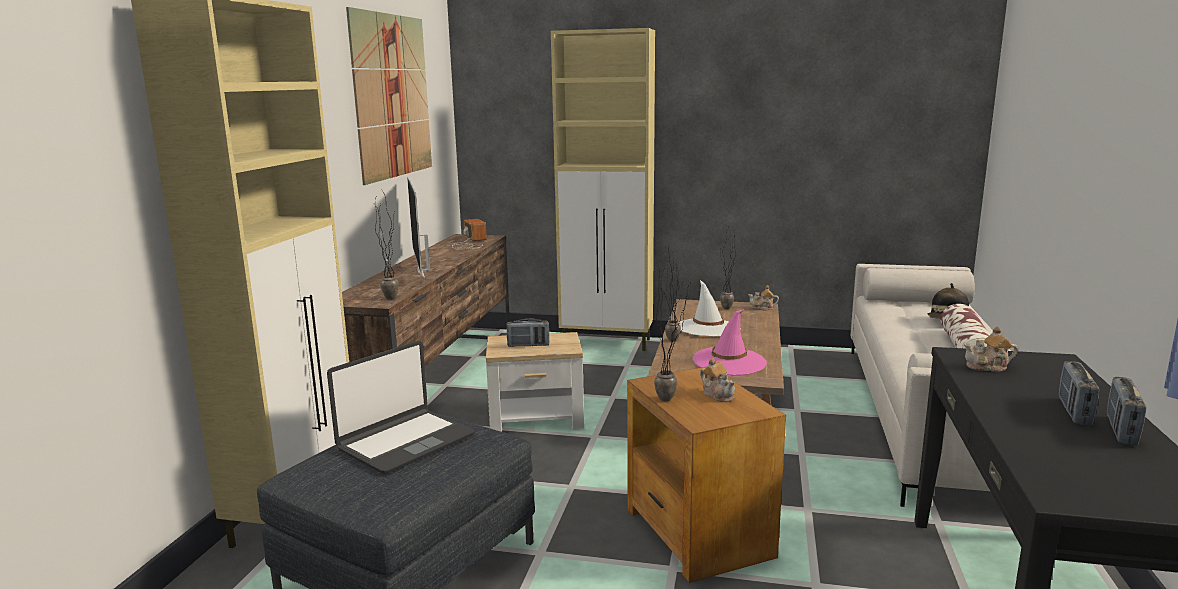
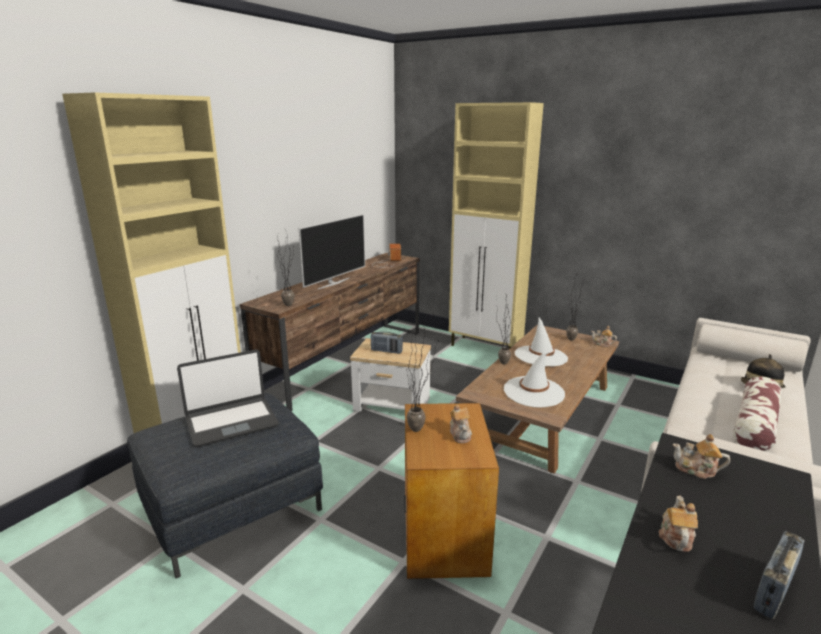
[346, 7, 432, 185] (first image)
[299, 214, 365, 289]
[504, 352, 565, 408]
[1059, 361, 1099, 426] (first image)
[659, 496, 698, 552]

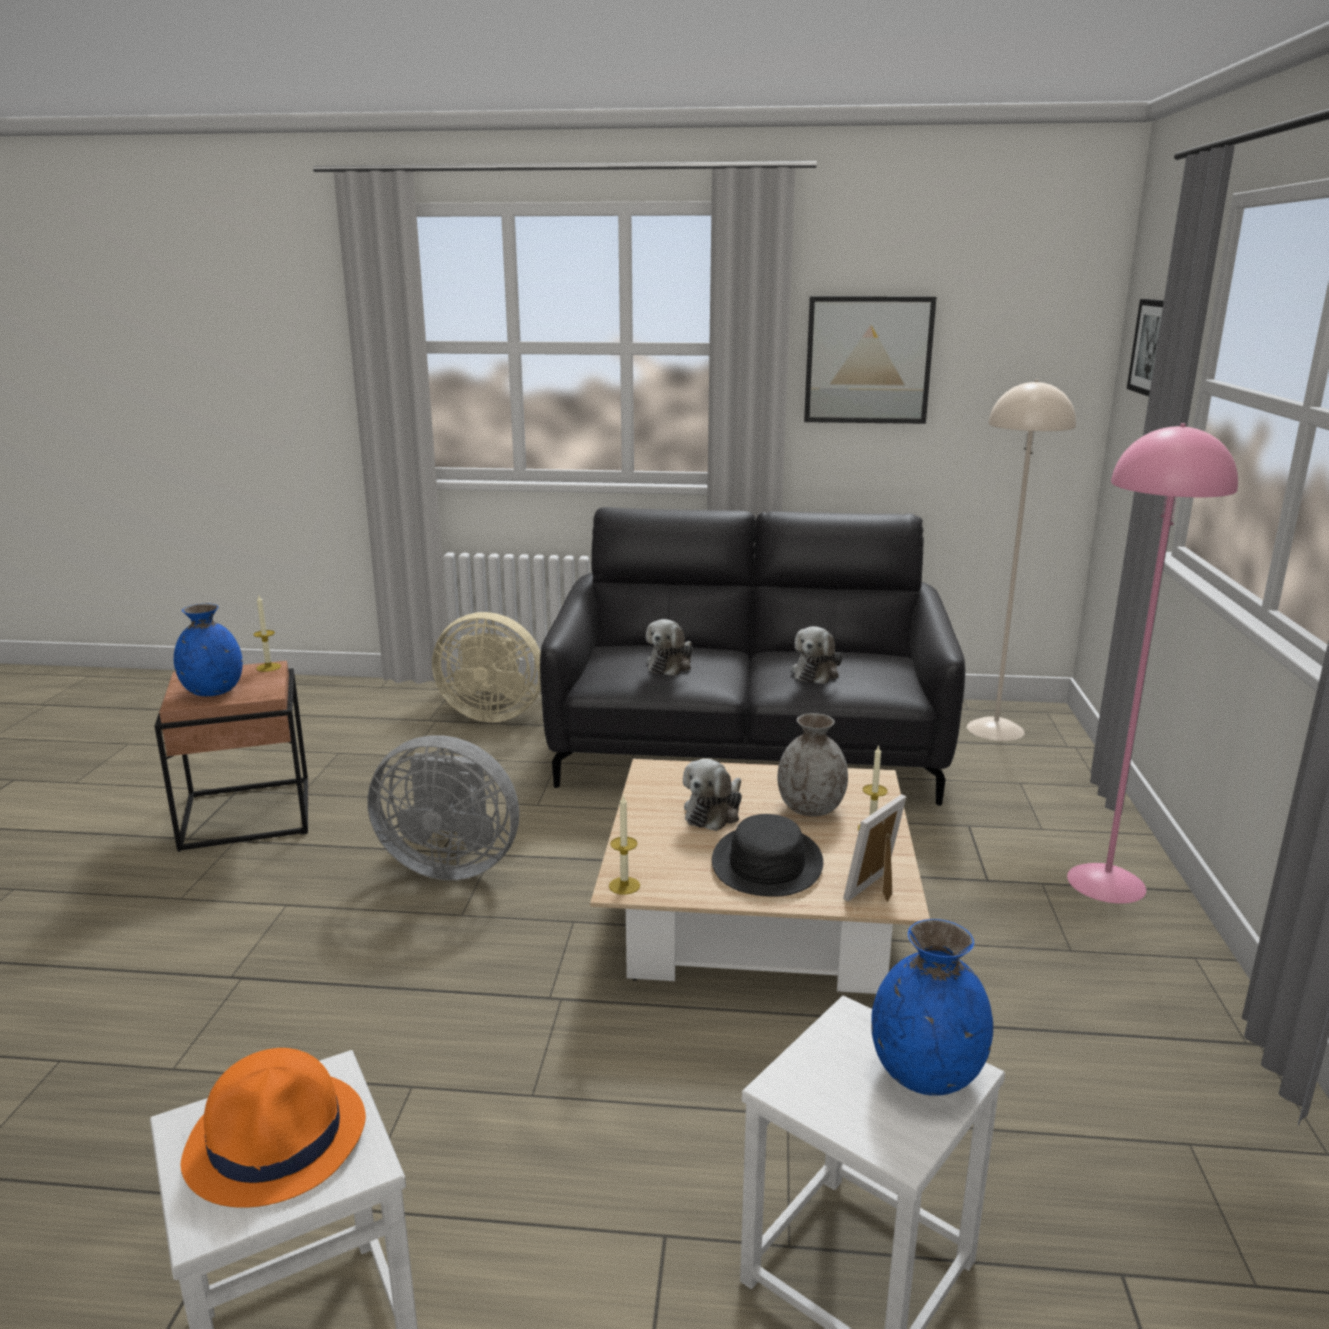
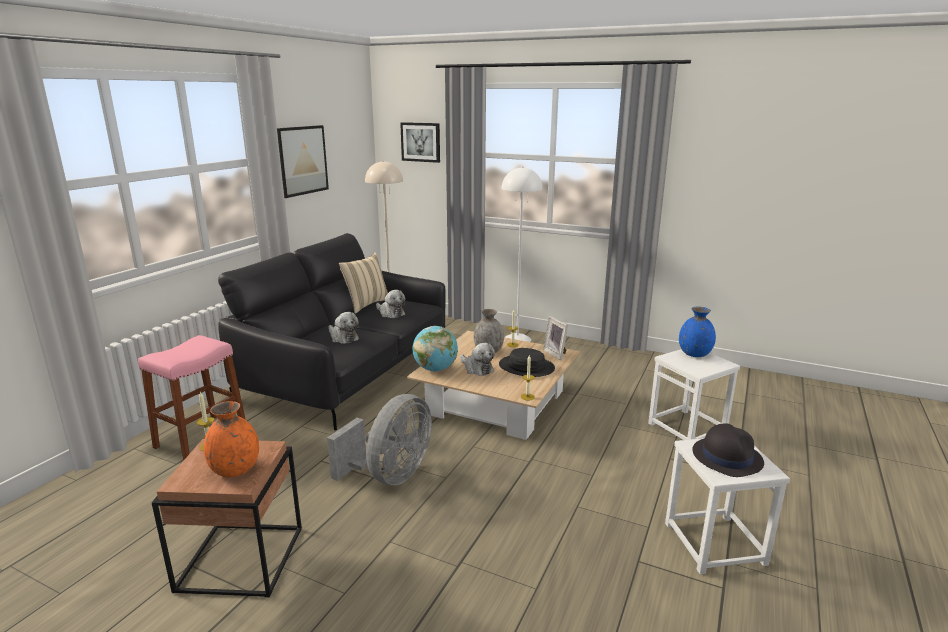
[204, 401, 259, 477]
[692, 423, 764, 477]
[138, 335, 246, 461]
[501, 166, 543, 342]
[339, 252, 388, 314]
[413, 326, 458, 372]

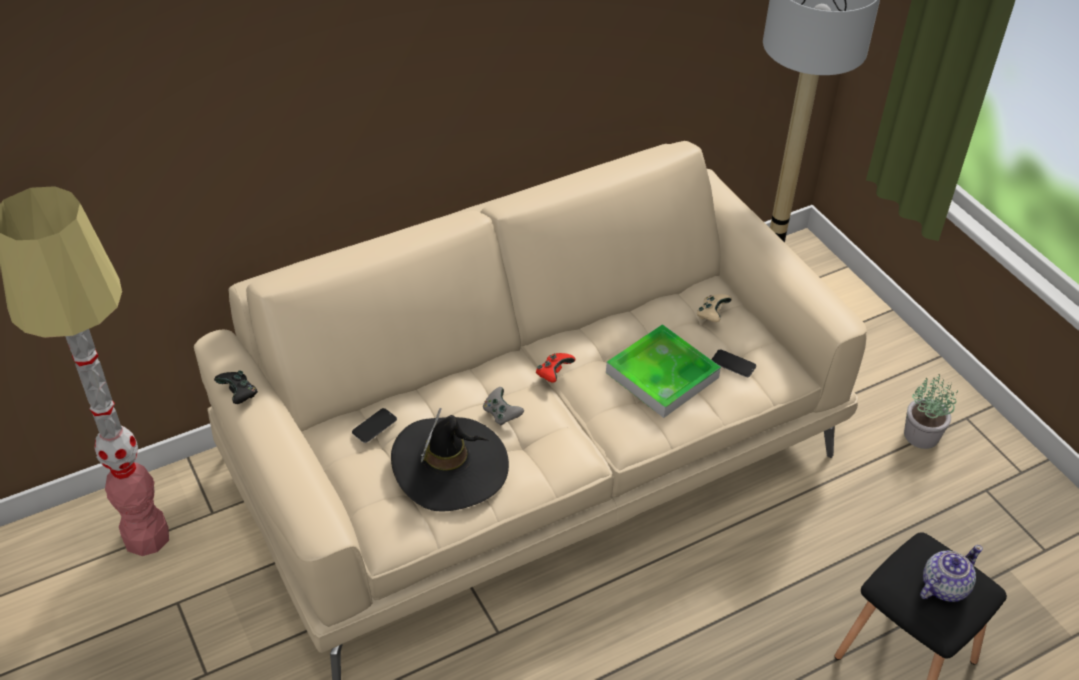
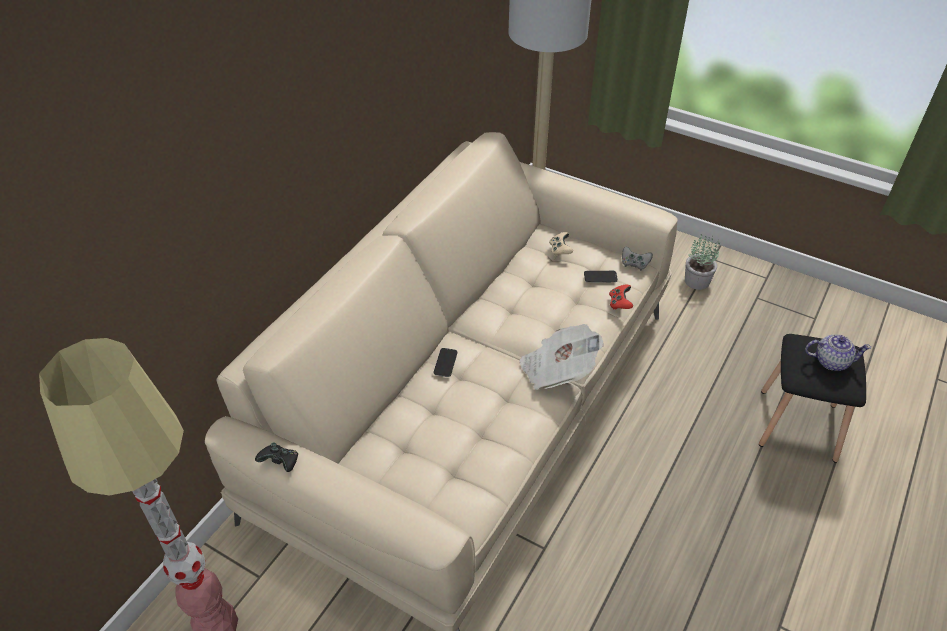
[433, 348, 458, 377]
[391, 408, 509, 512] (first image)
[622, 247, 653, 271]
[609, 285, 633, 310]
[606, 324, 721, 418] (first image)
[805, 334, 872, 371]
[519, 324, 604, 390]

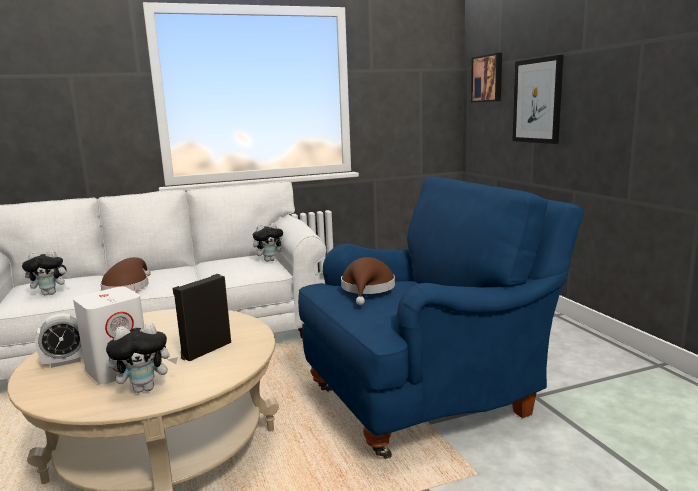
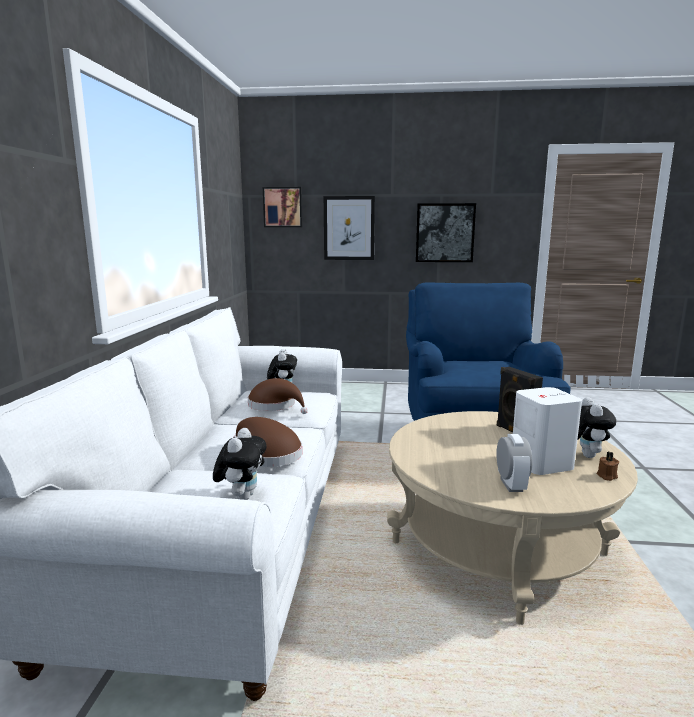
[248, 378, 308, 414]
[416, 203, 476, 262]
[596, 451, 619, 481]

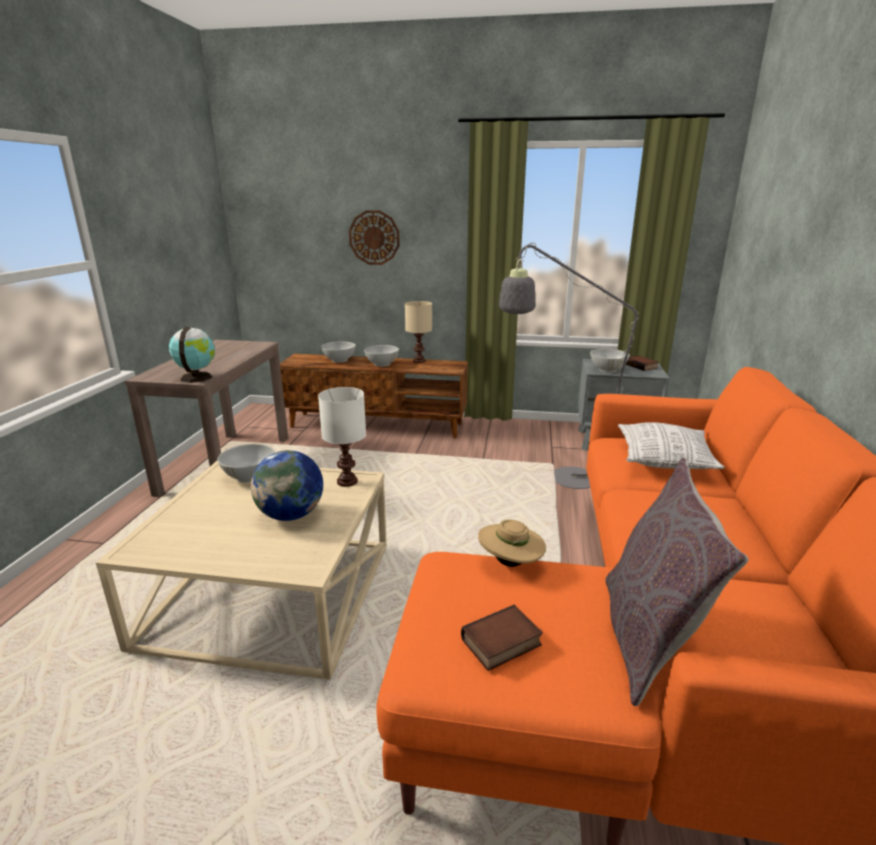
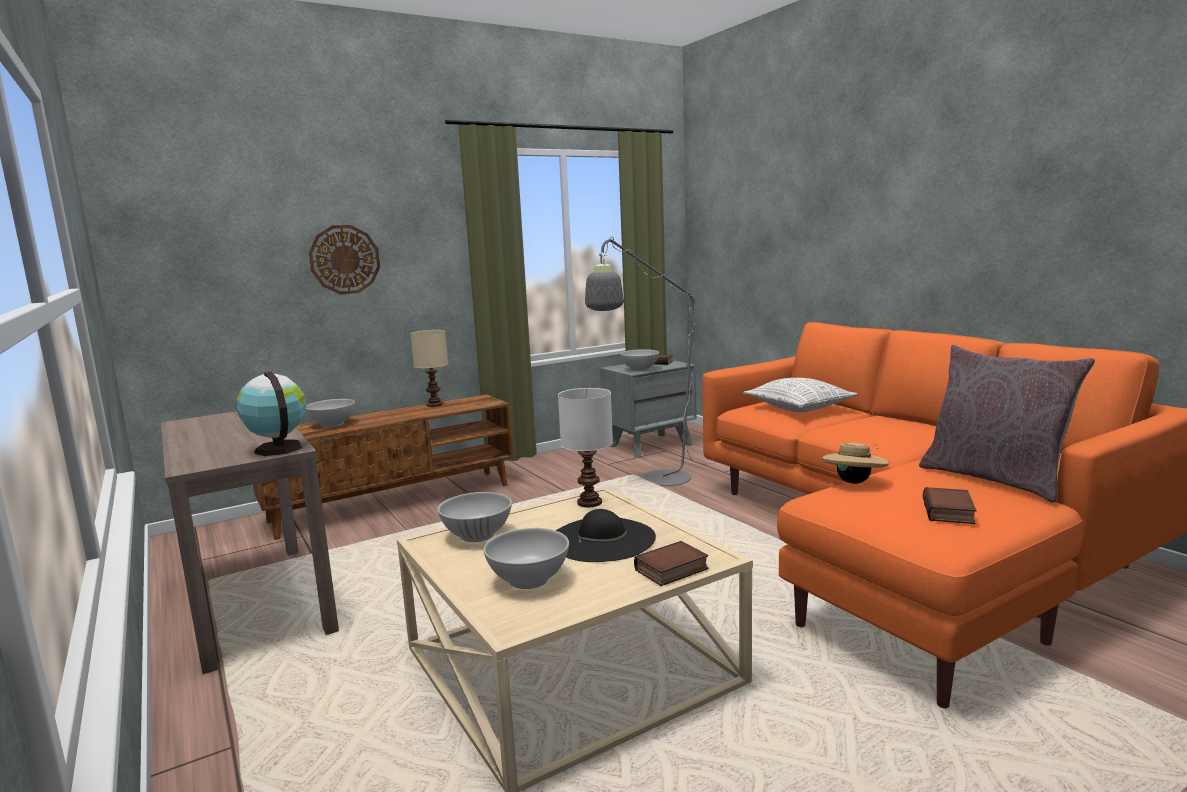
[556, 509, 656, 562]
[483, 528, 569, 589]
[634, 541, 709, 586]

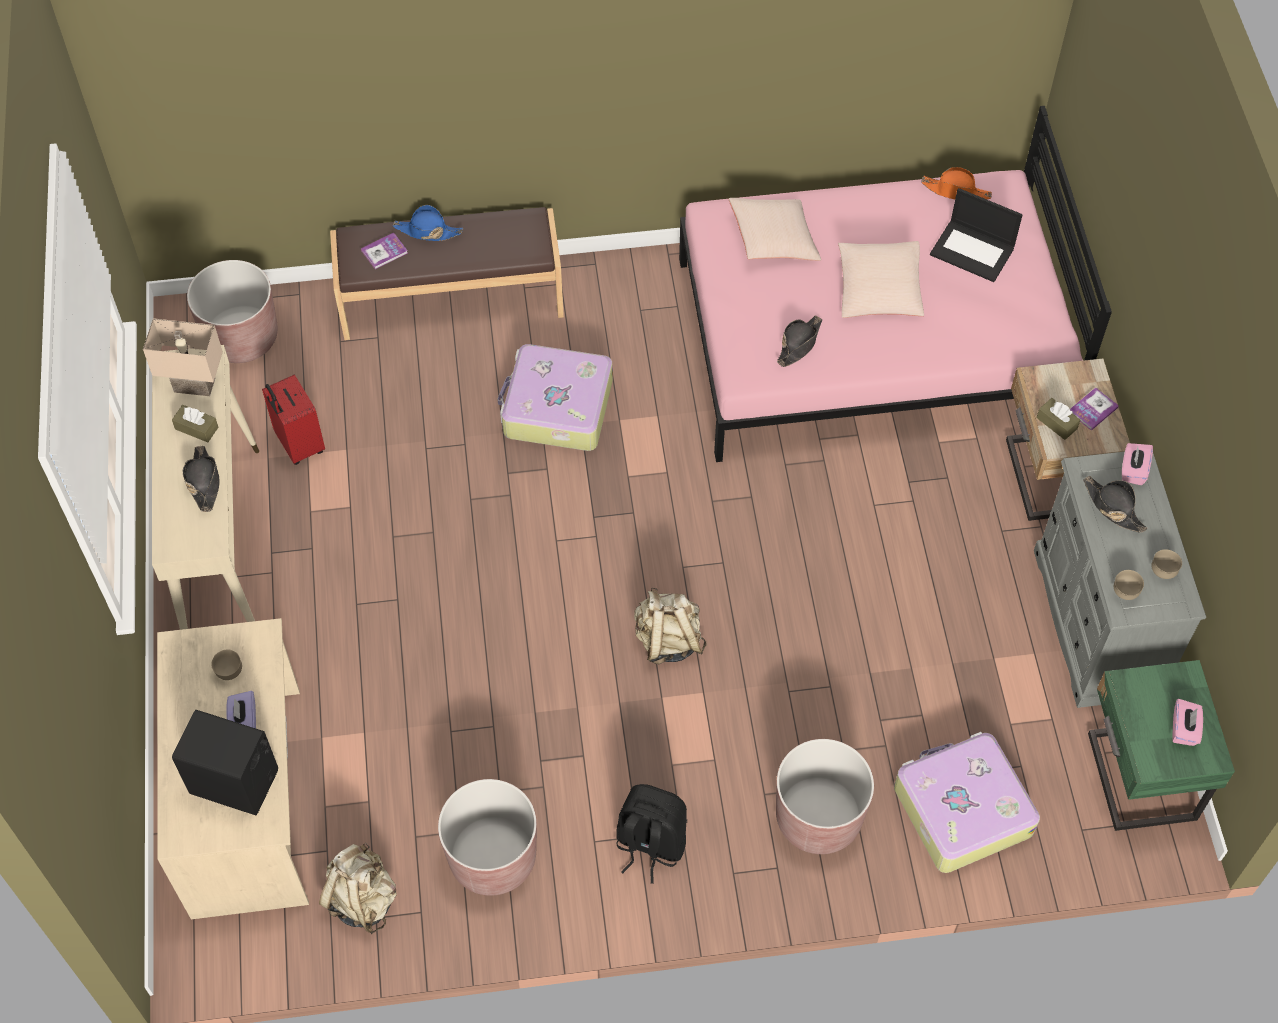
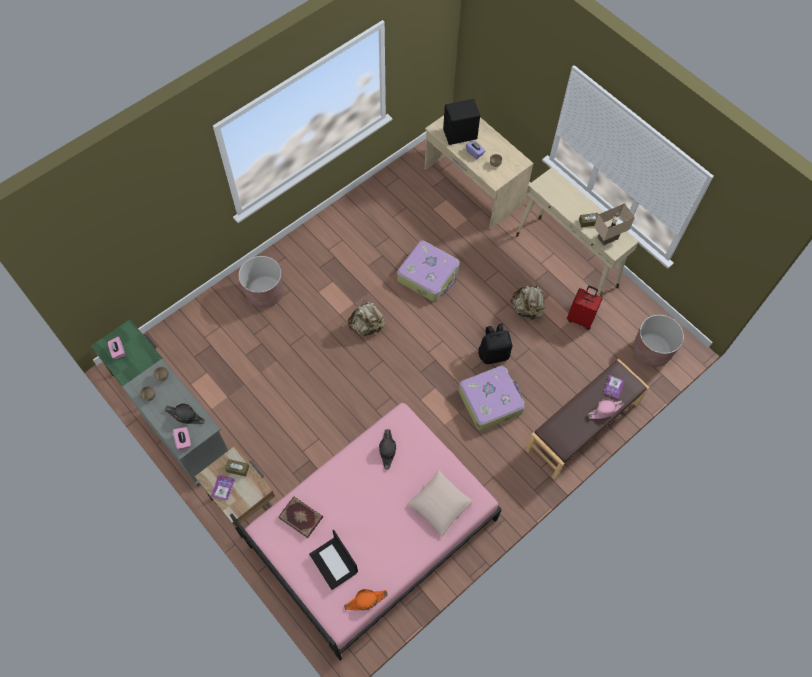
[183, 446, 220, 512] (first image)
[511, 283, 545, 320]
[588, 399, 624, 419]
[438, 779, 537, 896] (first image)
[478, 324, 512, 364]
[838, 241, 924, 318] (first image)
[397, 240, 459, 301]
[309, 530, 358, 590]
[278, 496, 323, 538]

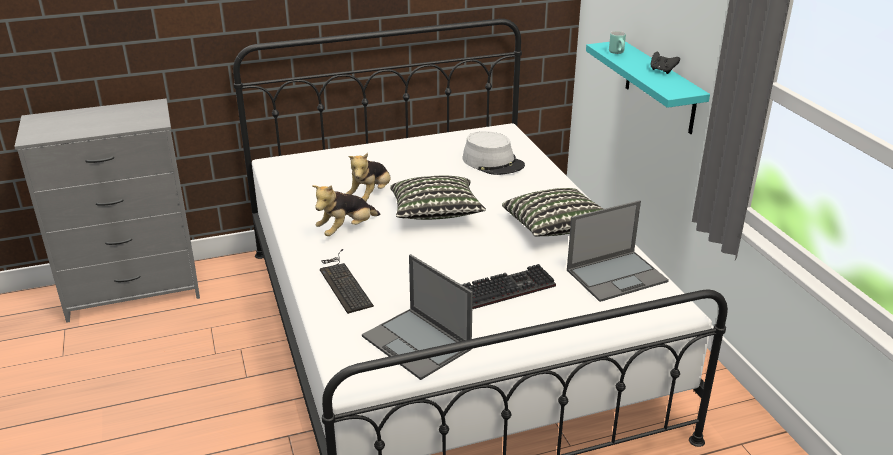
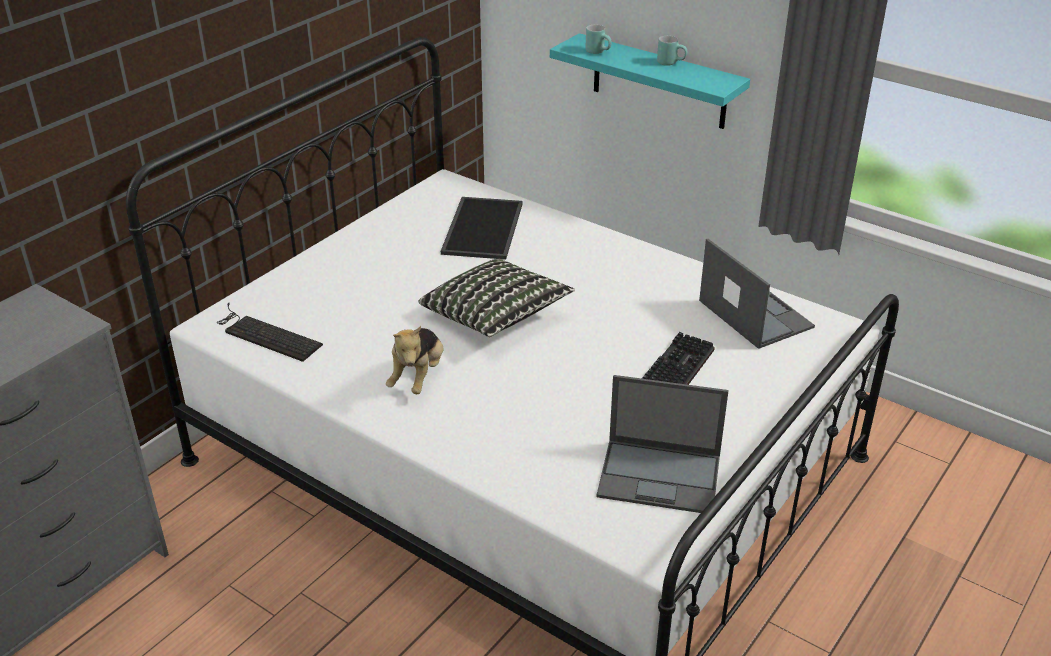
[217, 302, 323, 362]
[346, 153, 391, 202] (first image)
[441, 197, 523, 260]
[502, 188, 603, 236] (first image)
[699, 239, 815, 349]
[657, 36, 687, 66]

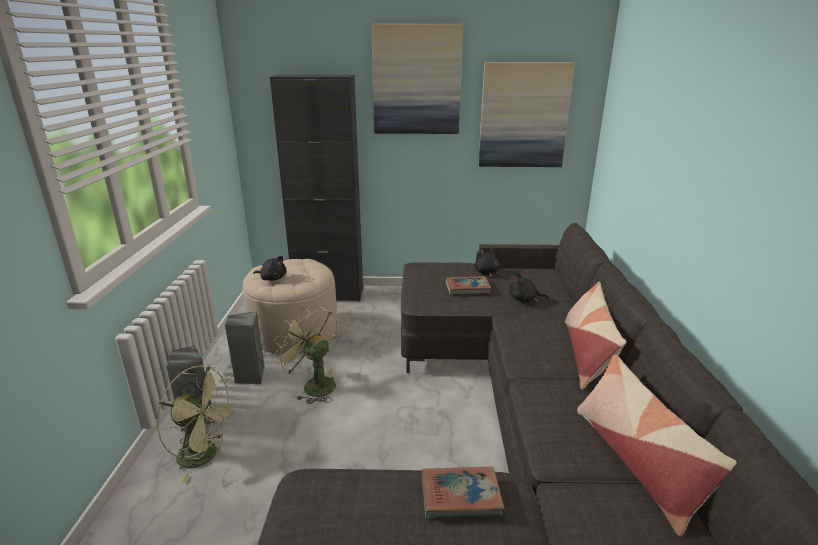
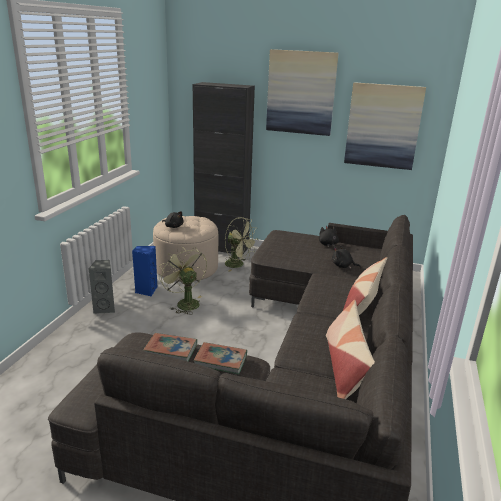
[225, 217, 257, 272]
[132, 246, 158, 297]
[143, 333, 197, 362]

